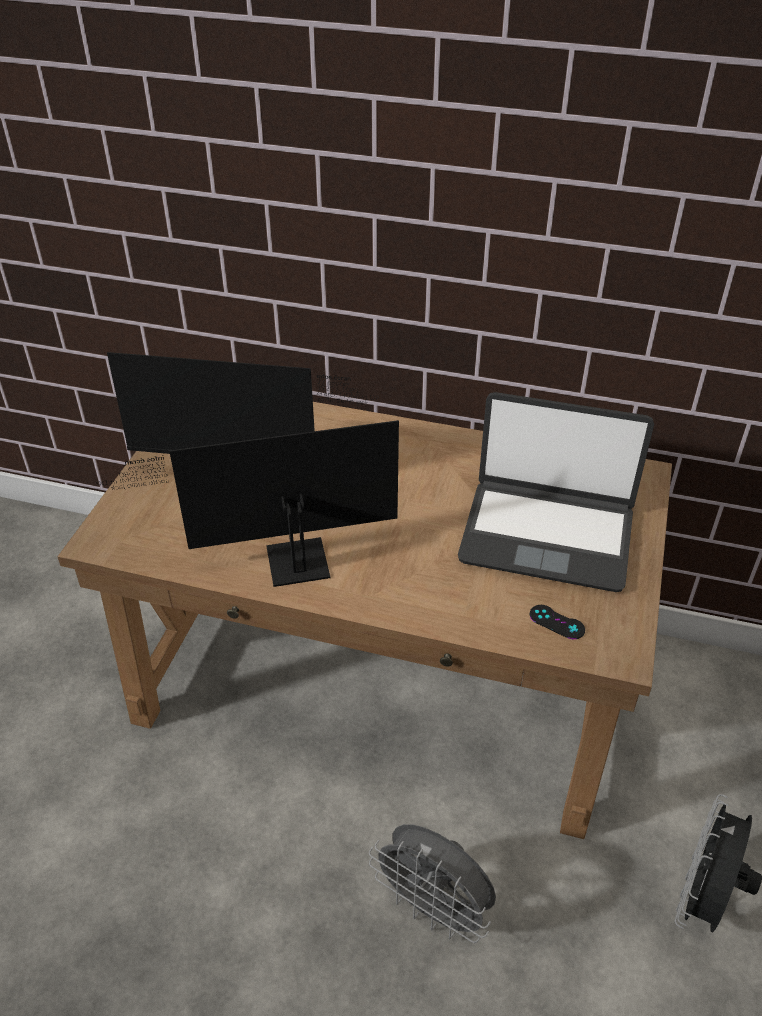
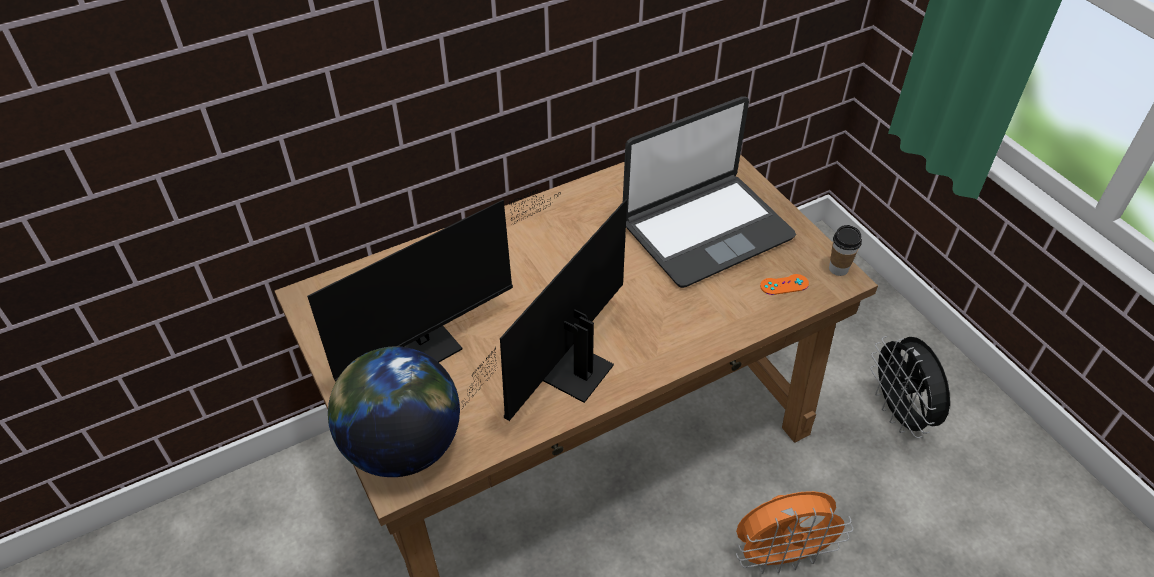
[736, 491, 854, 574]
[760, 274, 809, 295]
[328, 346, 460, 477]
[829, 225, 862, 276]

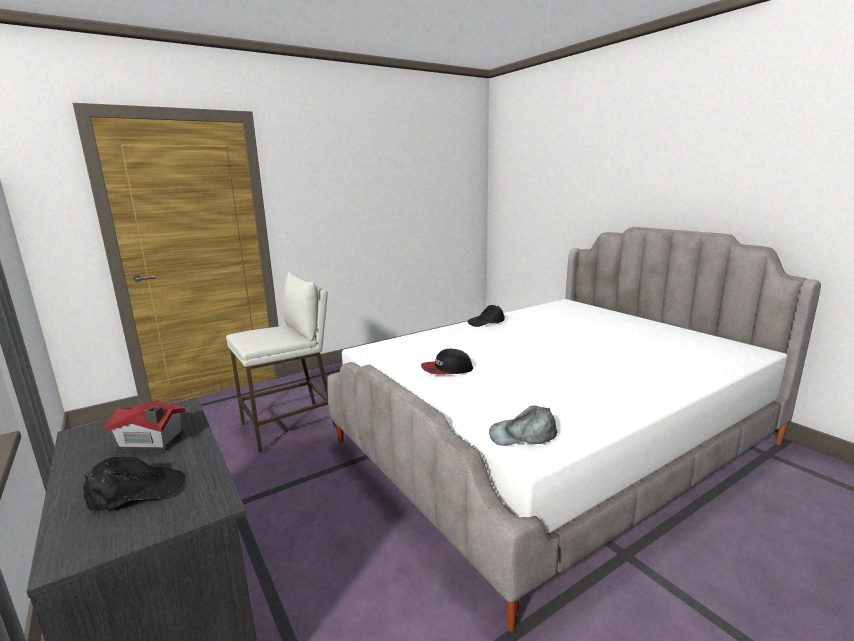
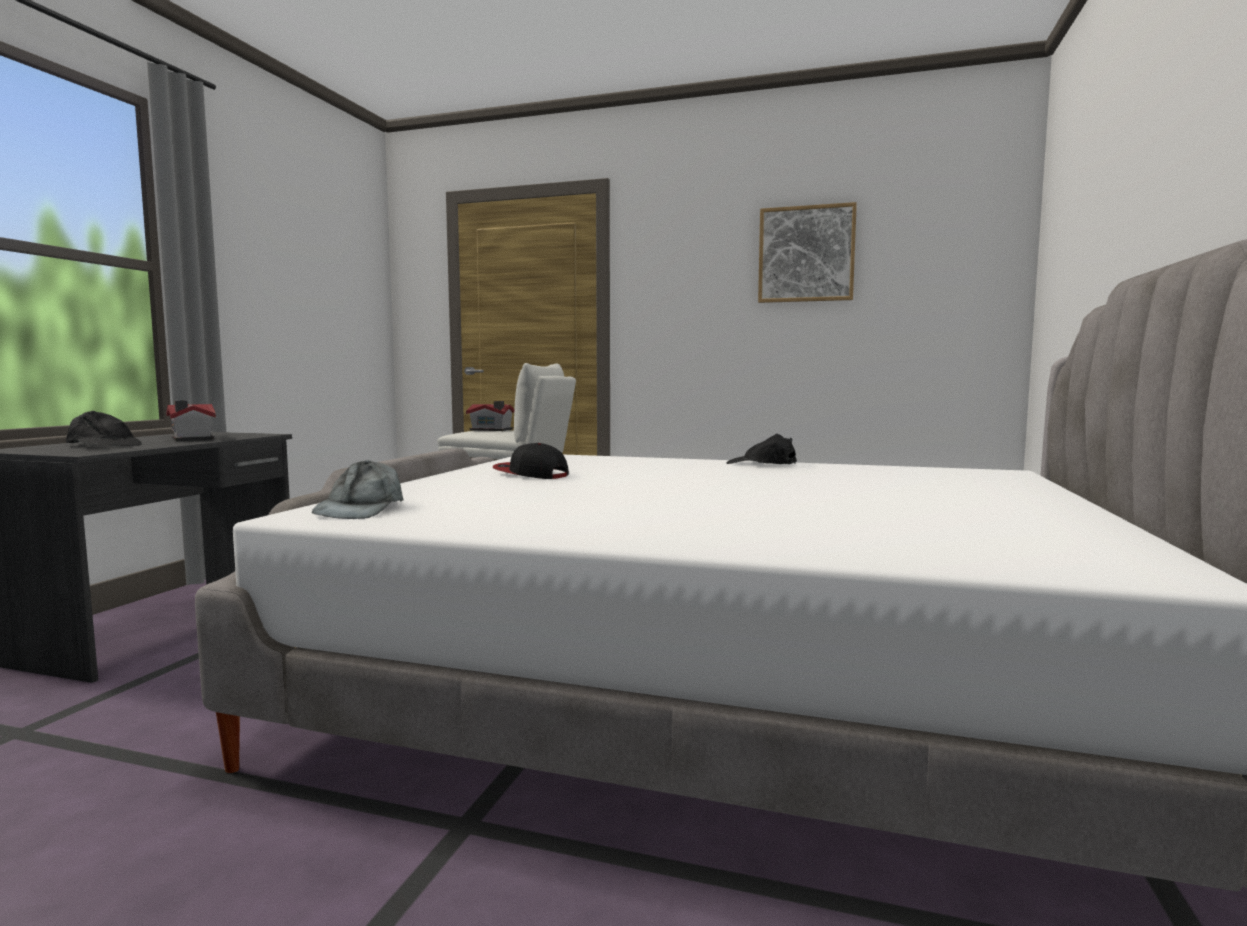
[312, 460, 403, 519]
[466, 401, 514, 431]
[758, 202, 857, 303]

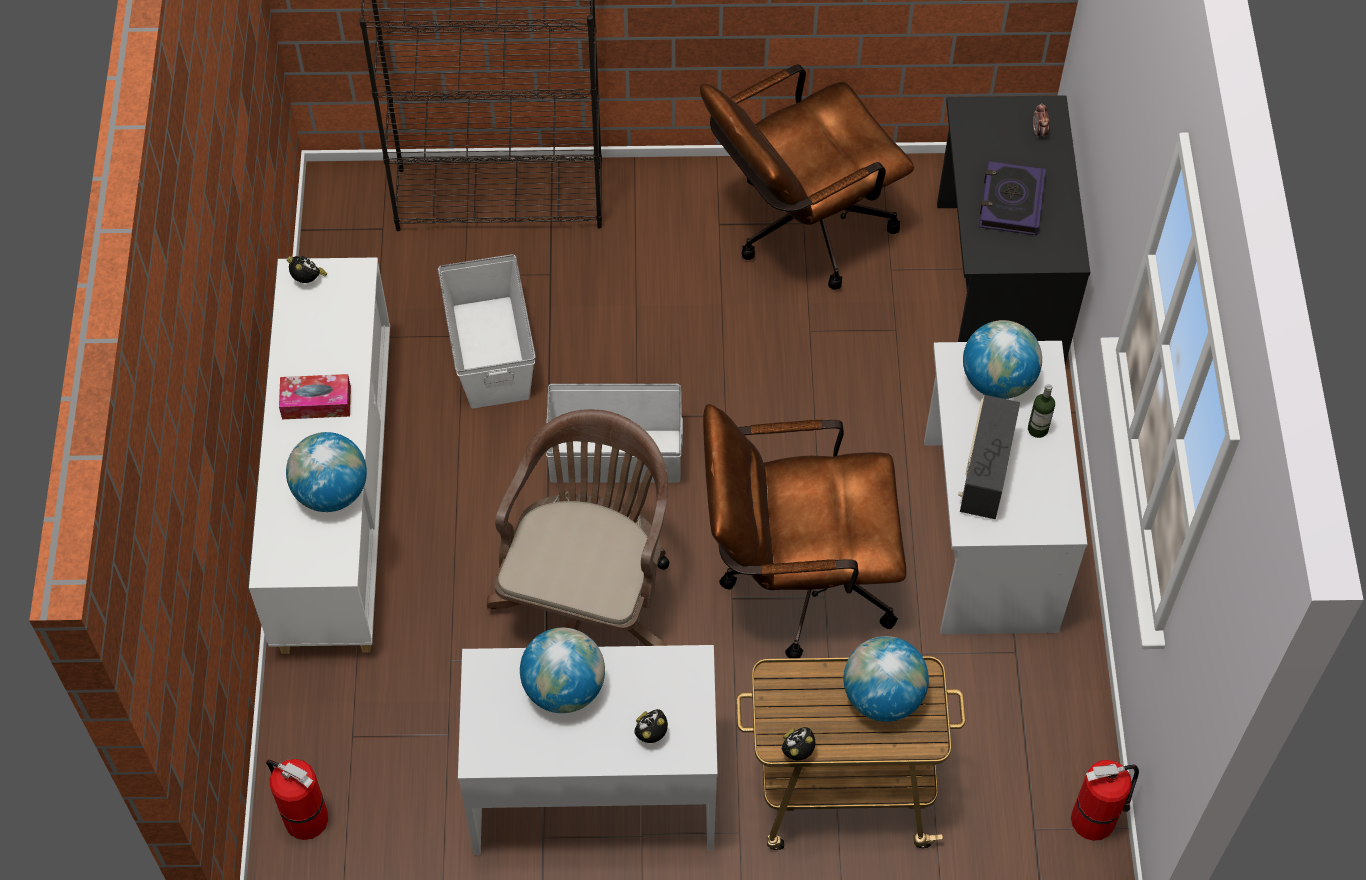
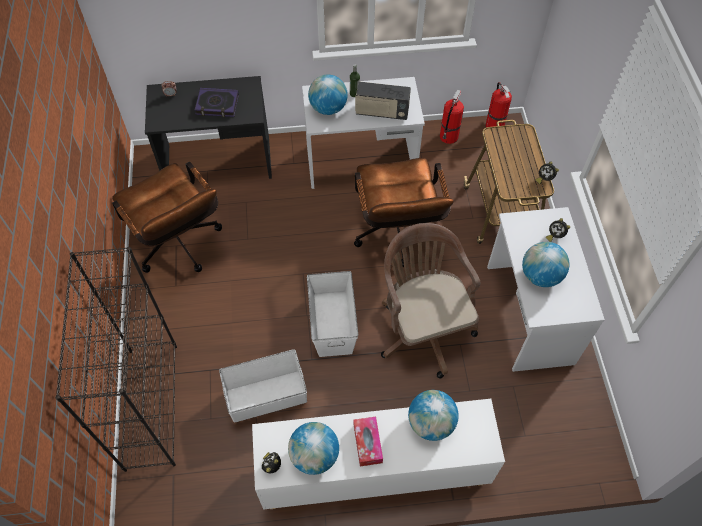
[440, 89, 464, 144]
[381, 223, 481, 378]
[288, 422, 339, 475]

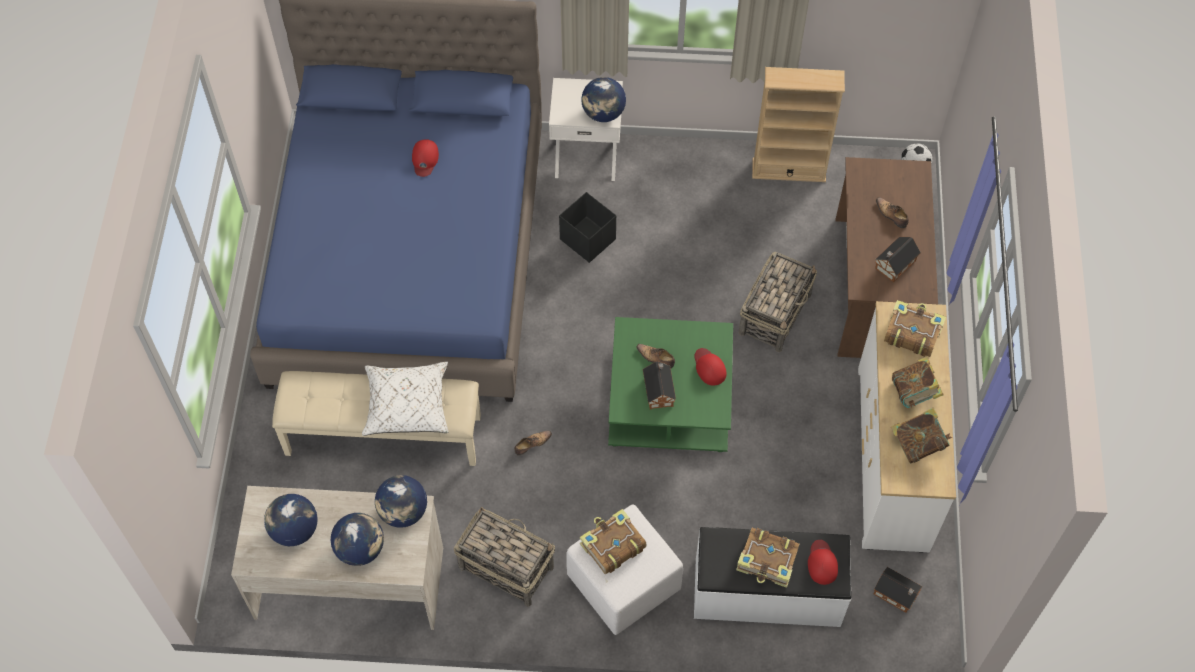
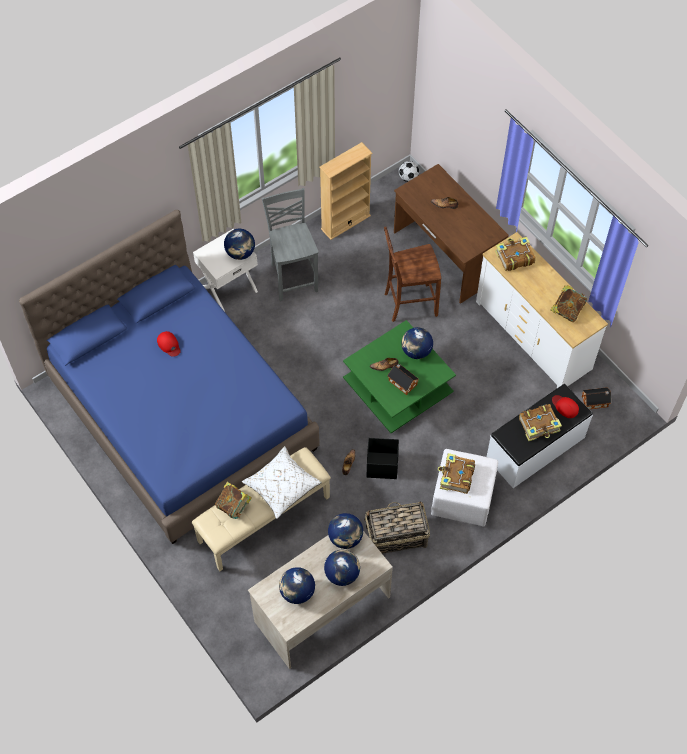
[366, 438, 399, 479]
[401, 327, 433, 359]
[384, 227, 441, 322]
[875, 237, 921, 282] (first image)
[215, 482, 252, 519]
[262, 188, 319, 301]

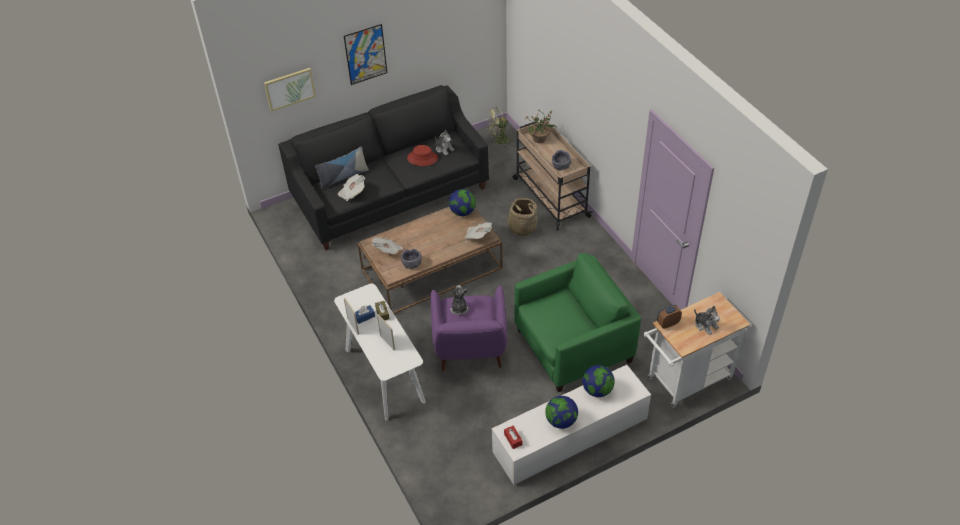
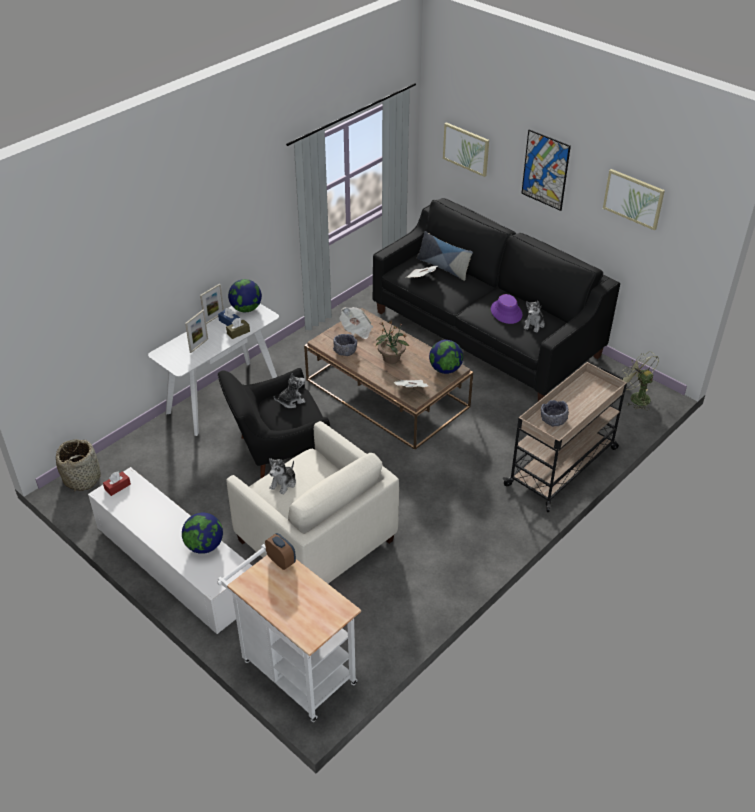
[491, 294, 522, 324]
[218, 368, 330, 478]
[56, 439, 101, 492]
[227, 421, 399, 584]
[376, 321, 409, 364]
[228, 279, 262, 312]
[269, 458, 296, 495]
[603, 169, 665, 230]

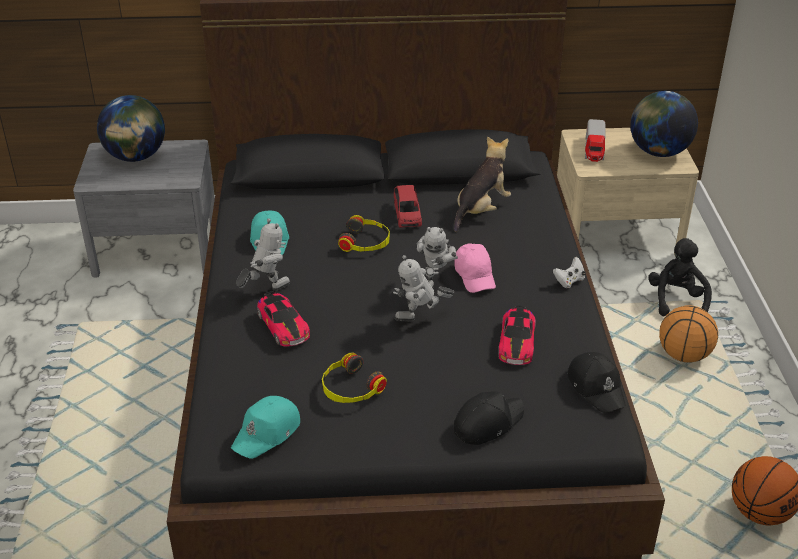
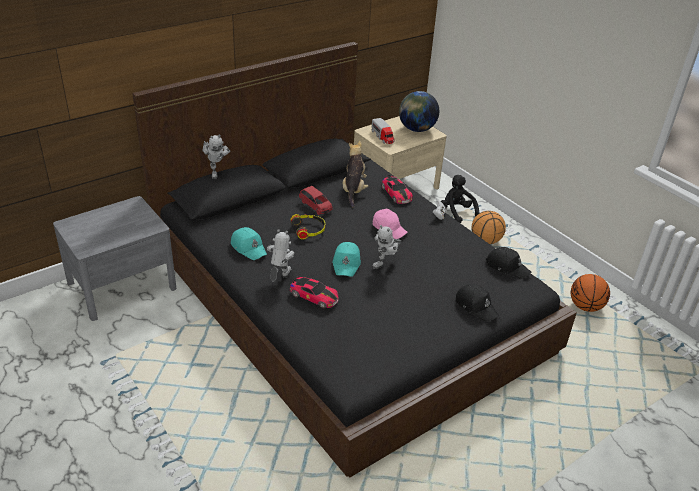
[97, 95, 165, 162] (first image)
[333, 242, 361, 277]
[322, 352, 387, 403] (first image)
[202, 134, 230, 179]
[456, 284, 499, 322]
[382, 175, 413, 204]

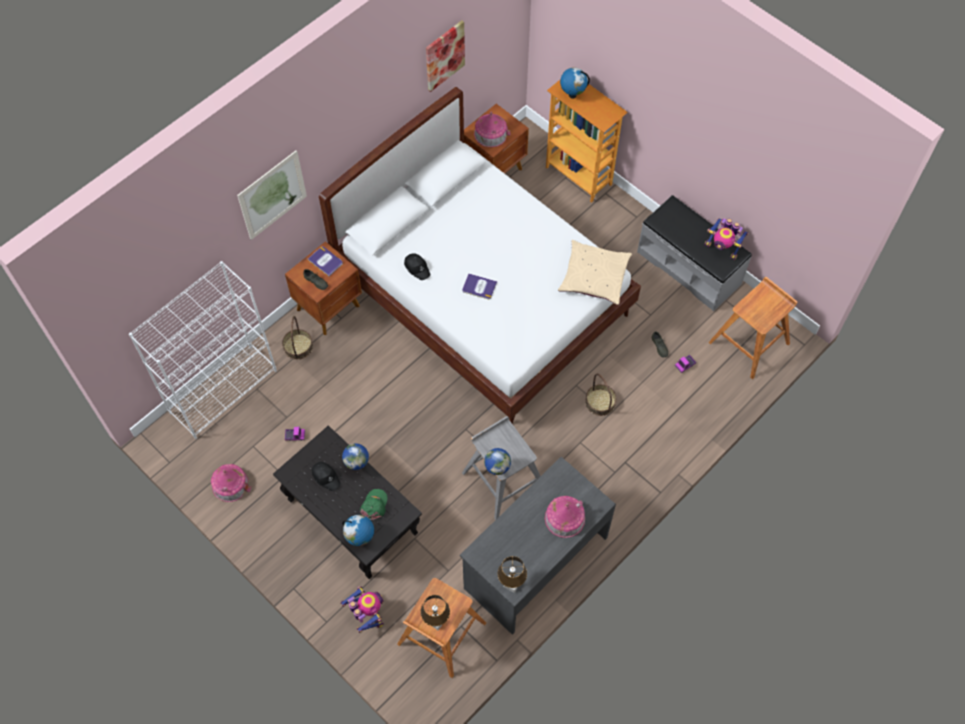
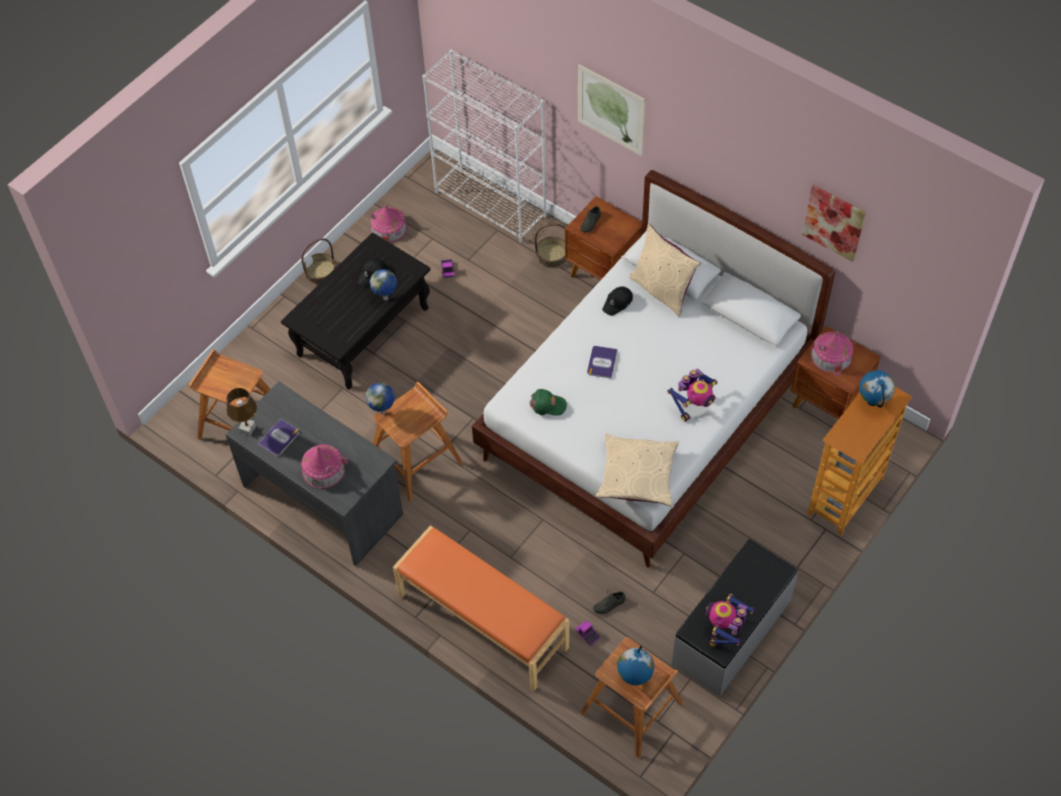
[258, 419, 300, 456]
[667, 368, 717, 422]
[617, 646, 654, 685]
[530, 389, 567, 416]
[421, 595, 450, 630] (first image)
[372, 382, 463, 502]
[301, 238, 336, 285]
[393, 525, 569, 691]
[629, 224, 701, 317]

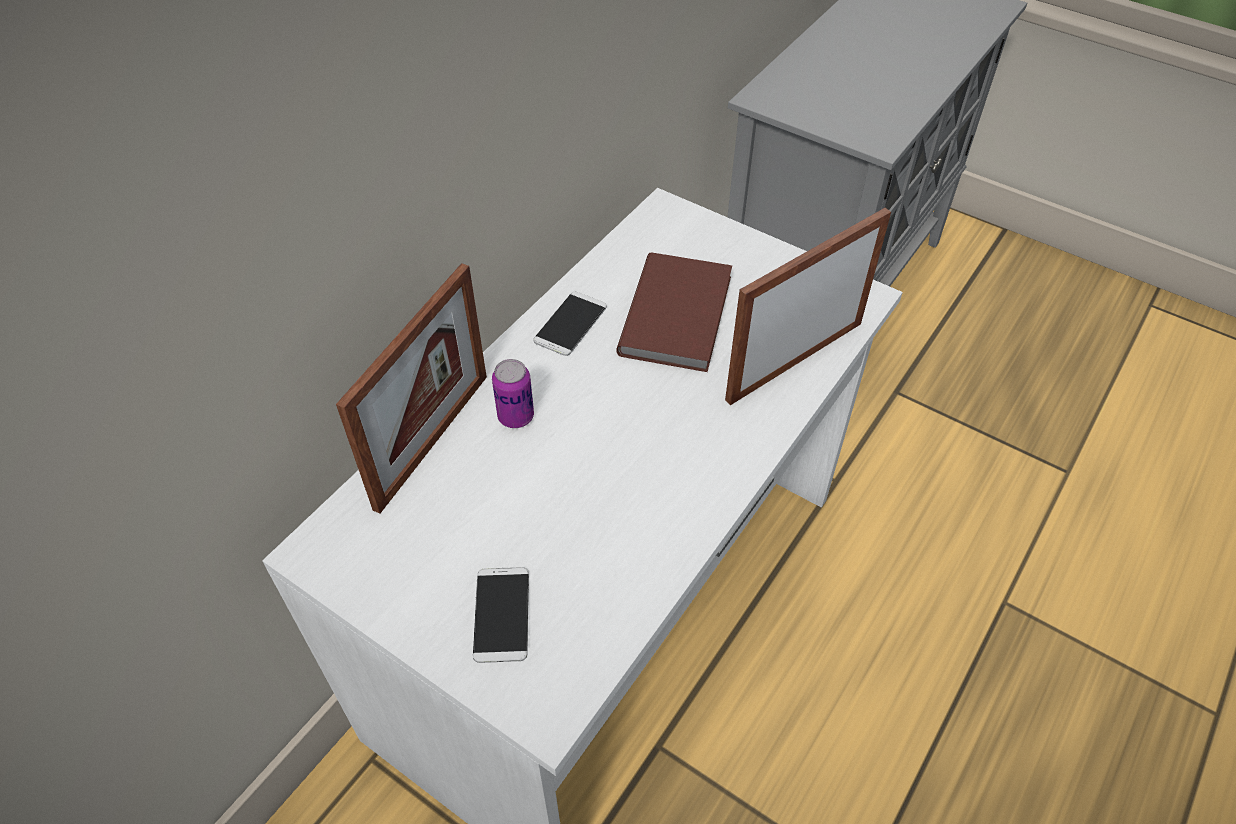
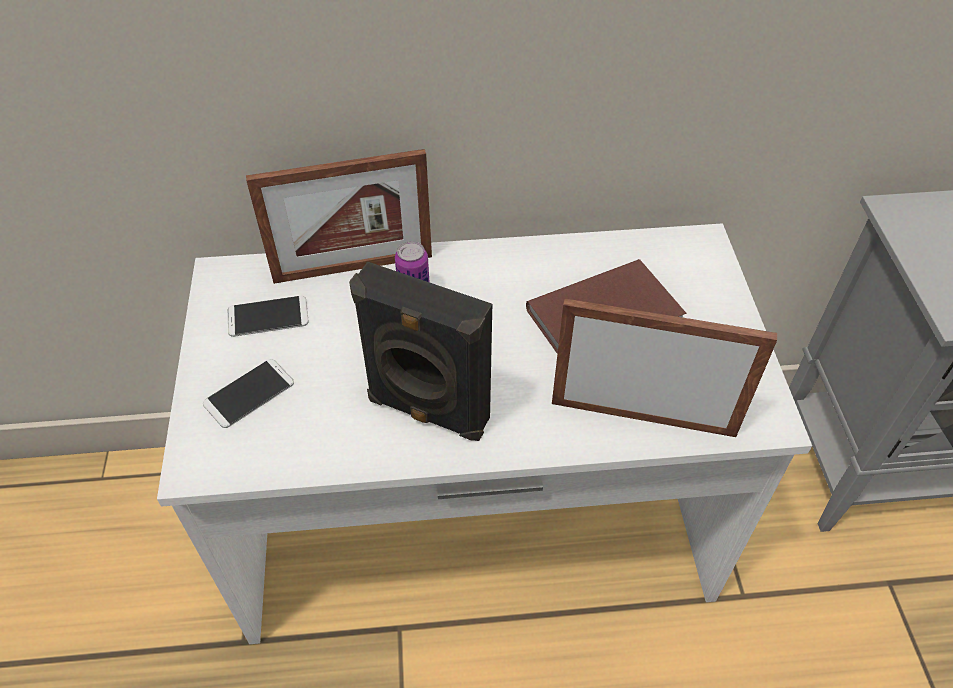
[228, 296, 309, 337]
[349, 261, 492, 441]

